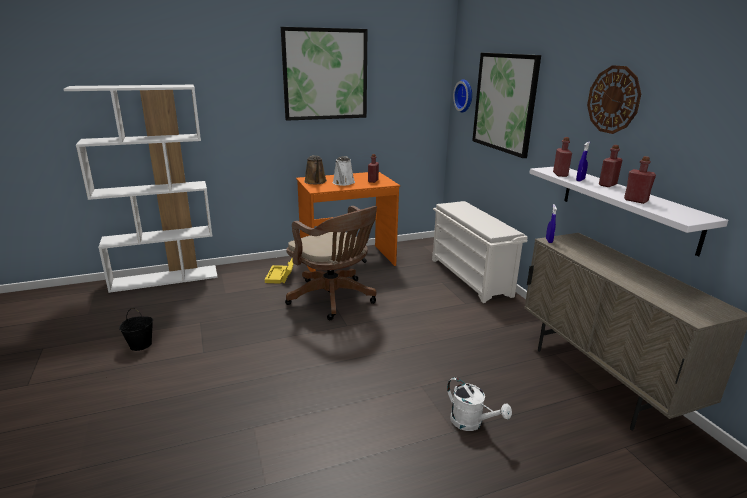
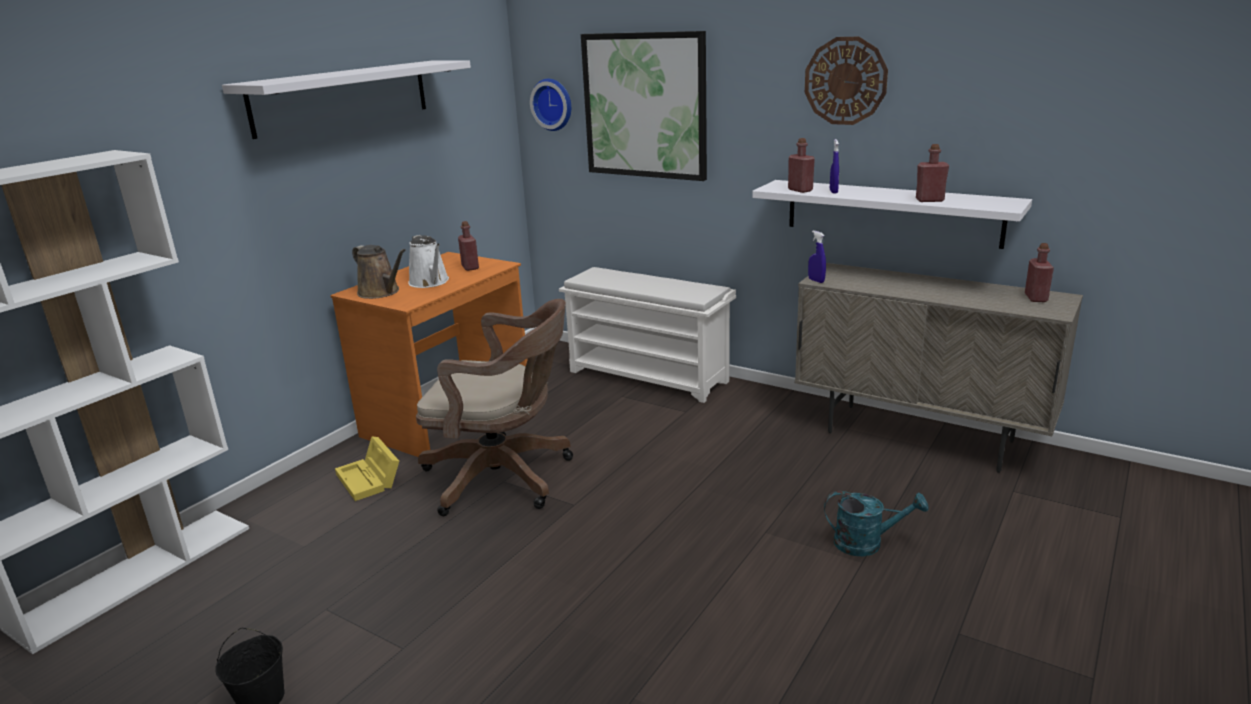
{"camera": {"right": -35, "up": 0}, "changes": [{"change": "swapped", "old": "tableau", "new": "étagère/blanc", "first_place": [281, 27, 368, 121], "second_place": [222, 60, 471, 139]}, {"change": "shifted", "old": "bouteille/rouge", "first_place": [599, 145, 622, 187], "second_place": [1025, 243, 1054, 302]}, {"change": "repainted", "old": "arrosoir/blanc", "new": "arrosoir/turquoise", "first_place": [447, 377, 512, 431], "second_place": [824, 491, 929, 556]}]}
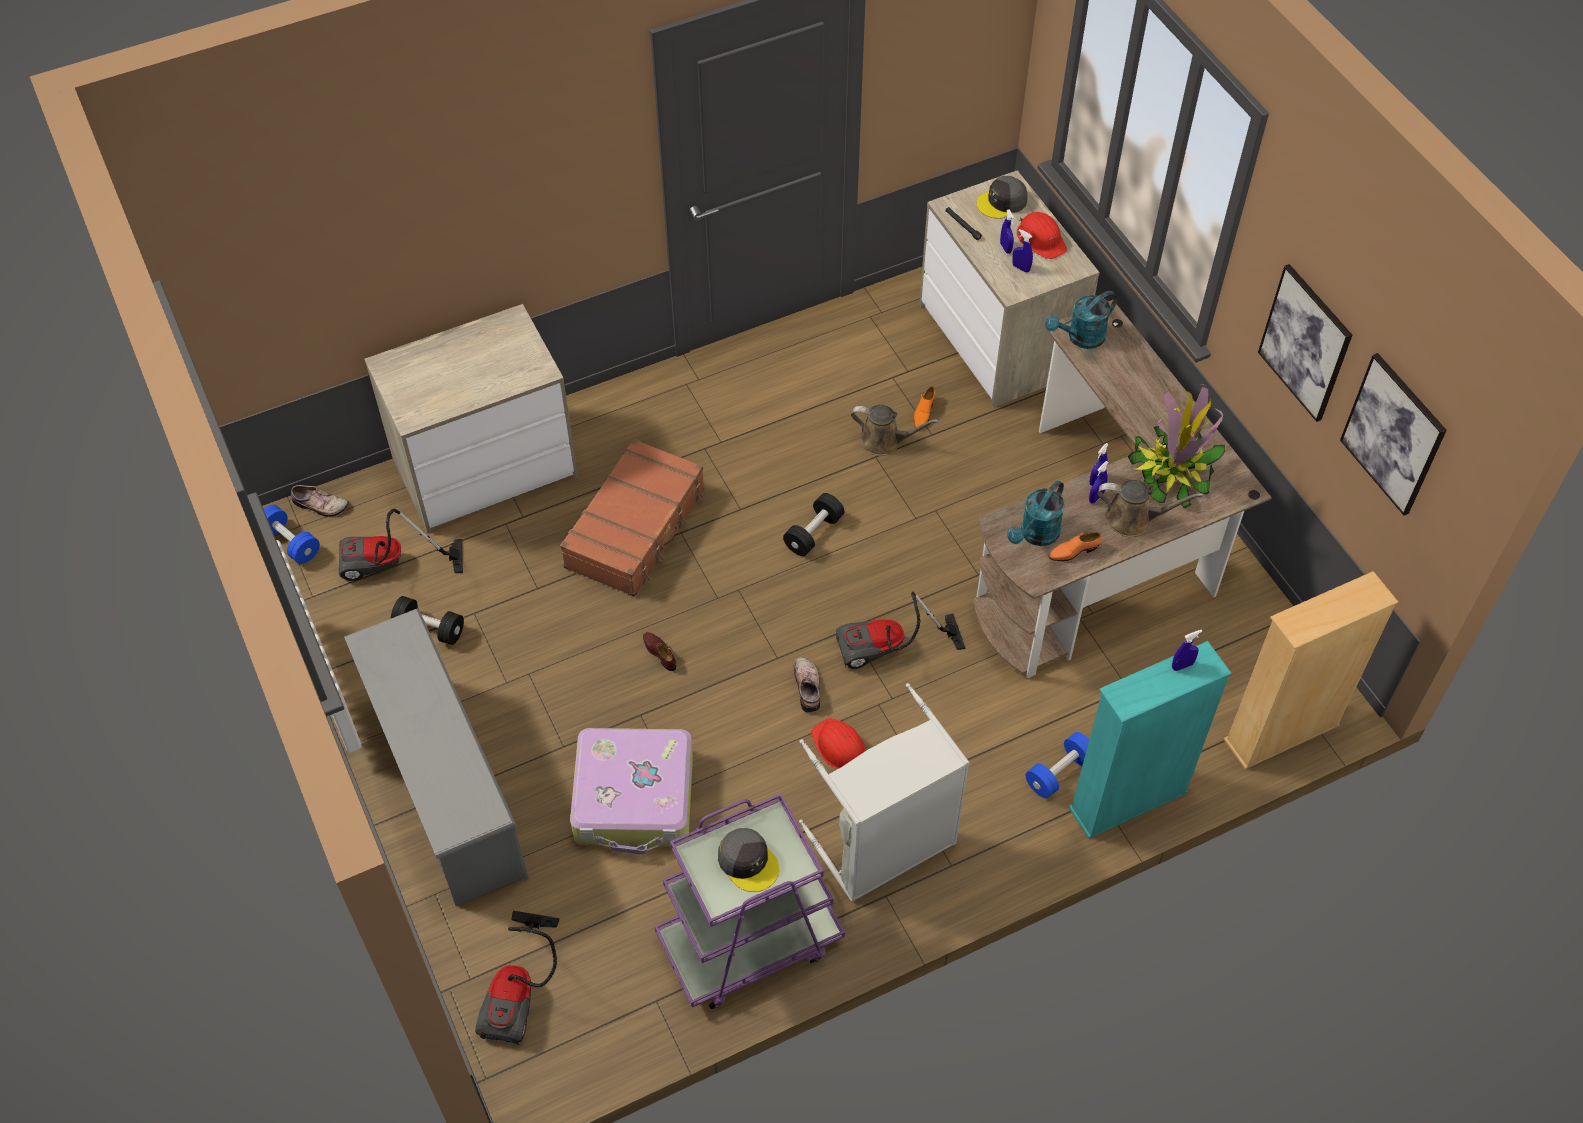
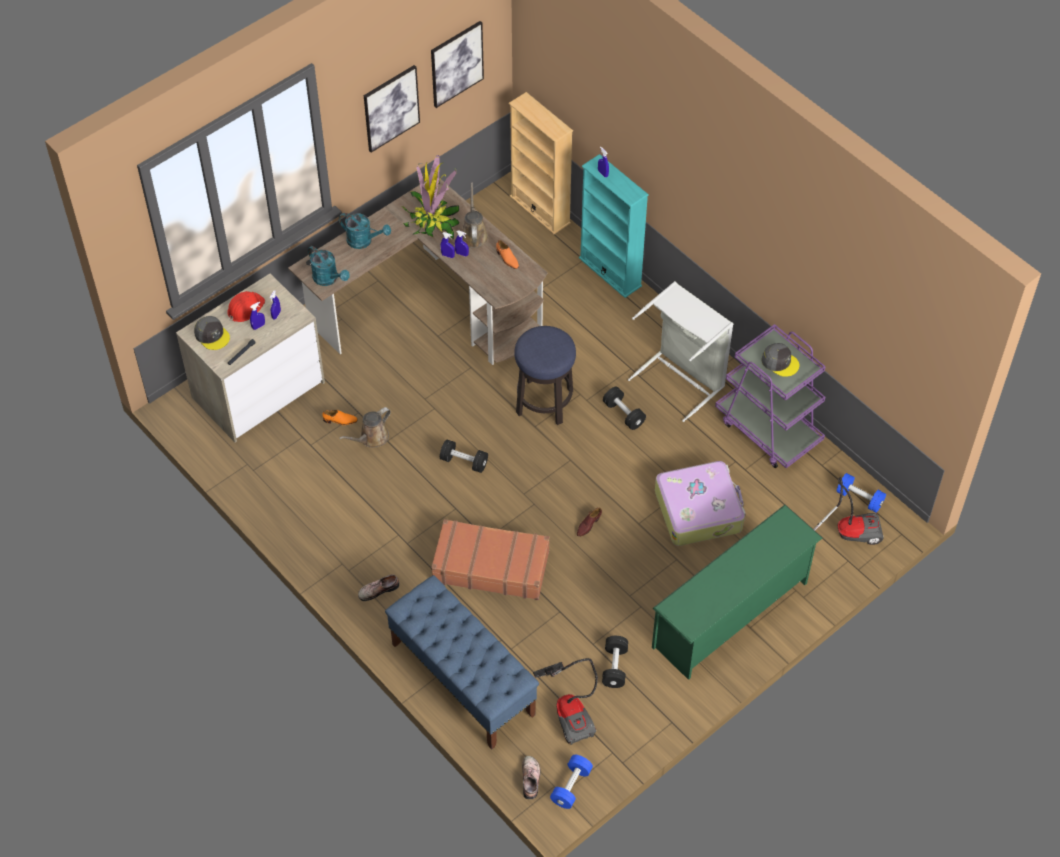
{"camera": {"right": -105, "up": 0}, "changes": [{"change": "swapped", "old": "commode", "new": "banc/bleu", "first_place": [364, 304, 578, 533], "second_place": [385, 575, 539, 750]}, {"change": "rotated", "old": "arrosoir/marron", "first_place": [851, 405, 939, 456], "second_place": [339, 407, 391, 448], "degrees": -135}, {"change": "shifted", "old": "arrosoir/turquoise", "first_place": [1007, 480, 1065, 546], "second_place": [339, 213, 391, 249]}, {"change": "swapped", "old": "aspirateur", "new": "tabouret", "first_place": [836, 591, 966, 669], "second_place": [514, 326, 576, 425]}, {"change": "repainted", "old": "étagère à chaussures/gris", "new": "étagère à chaussures/vert", "first_place": [344, 608, 529, 906], "second_place": [652, 505, 822, 680]}, {"change": "shifted", "old": "chaussure", "first_place": [794, 657, 820, 712], "second_place": [358, 574, 399, 601]}, {"change": "swapped", "old": "casque de chantier/rouge", "new": "haltère/noir", "first_place": [811, 718, 866, 769], "second_place": [603, 387, 646, 430]}, {"change": "shifted", "old": "haltère/bleu", "first_place": [1026, 732, 1089, 799], "second_place": [836, 473, 886, 512]}, {"change": "rotated", "old": "casquette/gris", "first_place": [718, 828, 779, 892], "second_place": [761, 343, 800, 377], "degrees": 90}]}
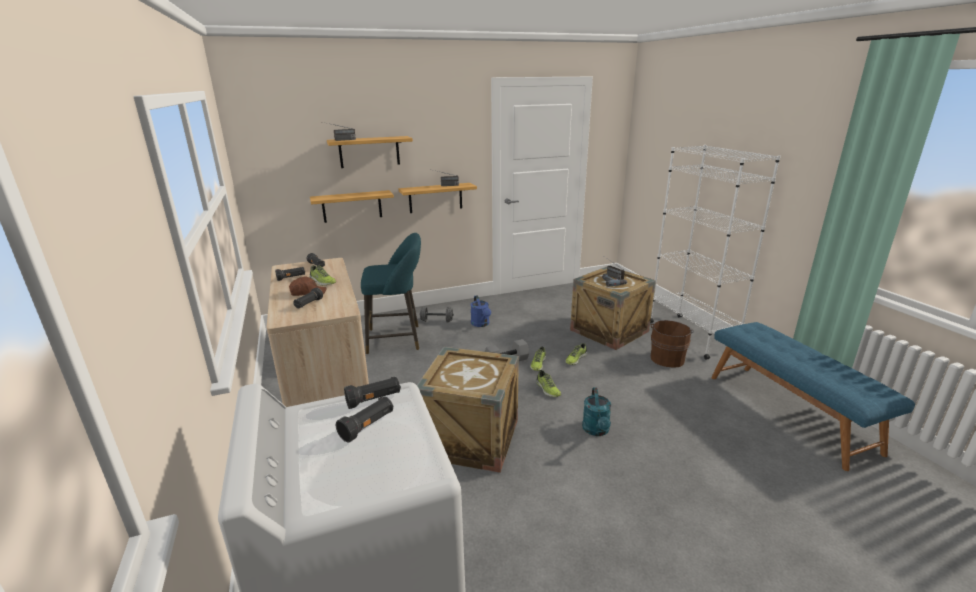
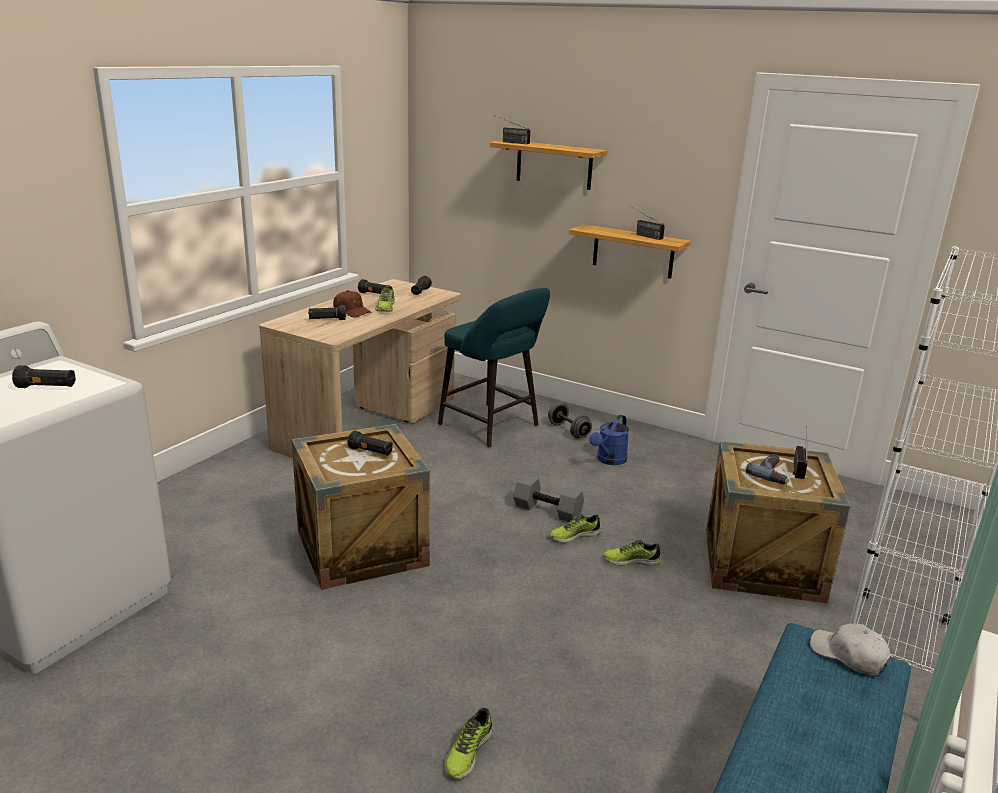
{"camera": {"right": 50, "up": 0}, "changes": [{"change": "gone", "old": "étagère", "first_place": [310, 190, 394, 223]}, {"change": "gone", "old": "seau/marron", "first_place": [651, 320, 694, 368]}, {"change": "shifted", "old": "chaussure", "first_place": [536, 370, 561, 397], "second_place": [444, 708, 493, 779]}, {"change": "shifted", "old": "lampe de poche/noir", "first_place": [344, 377, 401, 409], "second_place": [348, 431, 393, 456]}, {"change": "gone", "old": "arrosoir/turquoise", "first_place": [582, 387, 611, 436]}, {"change": "new", "new": "casquette/blanc", "second_place": [810, 623, 891, 676]}]}
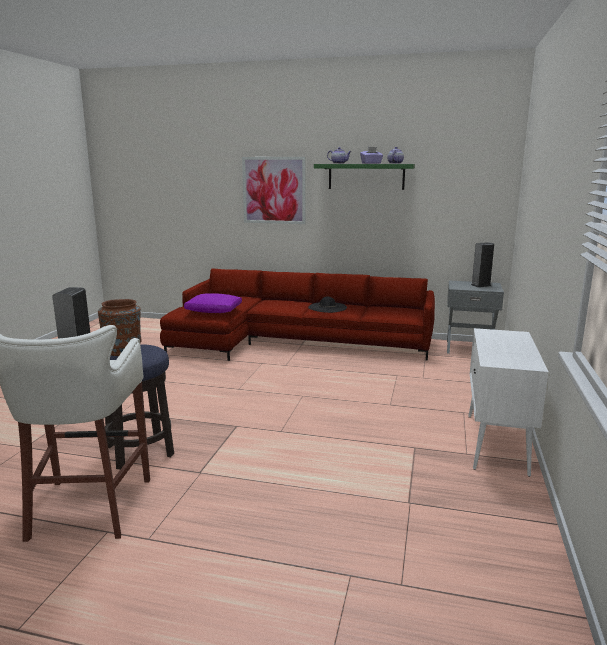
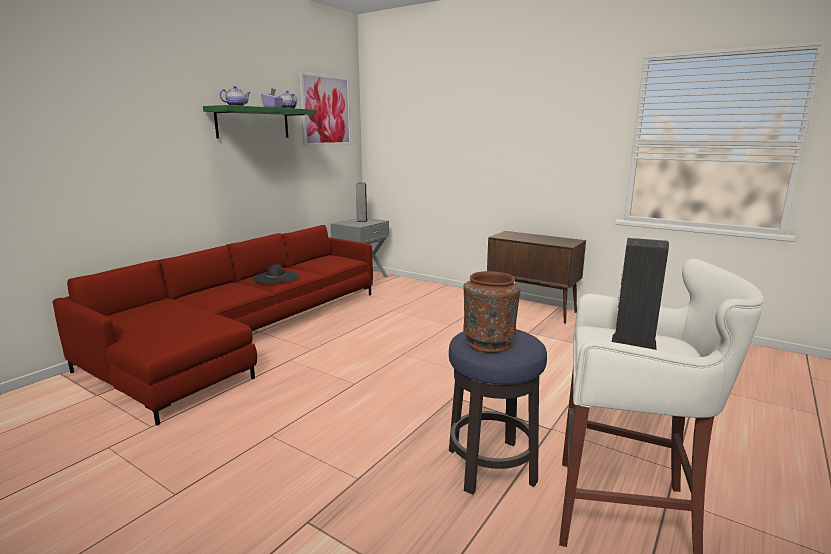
{"camera": {"right": -70, "up": 0}, "changes": [{"change": "shifted", "old": "tableau", "first_place": [242, 157, 306, 224], "second_place": [299, 71, 352, 146]}, {"change": "gone", "old": "coussin/violet", "first_place": [184, 293, 242, 313]}, {"change": "repainted", "old": "meuble de rangement/blanc", "new": "meuble de rangement/marron", "first_place": [468, 328, 549, 477], "second_place": [487, 231, 586, 324]}]}
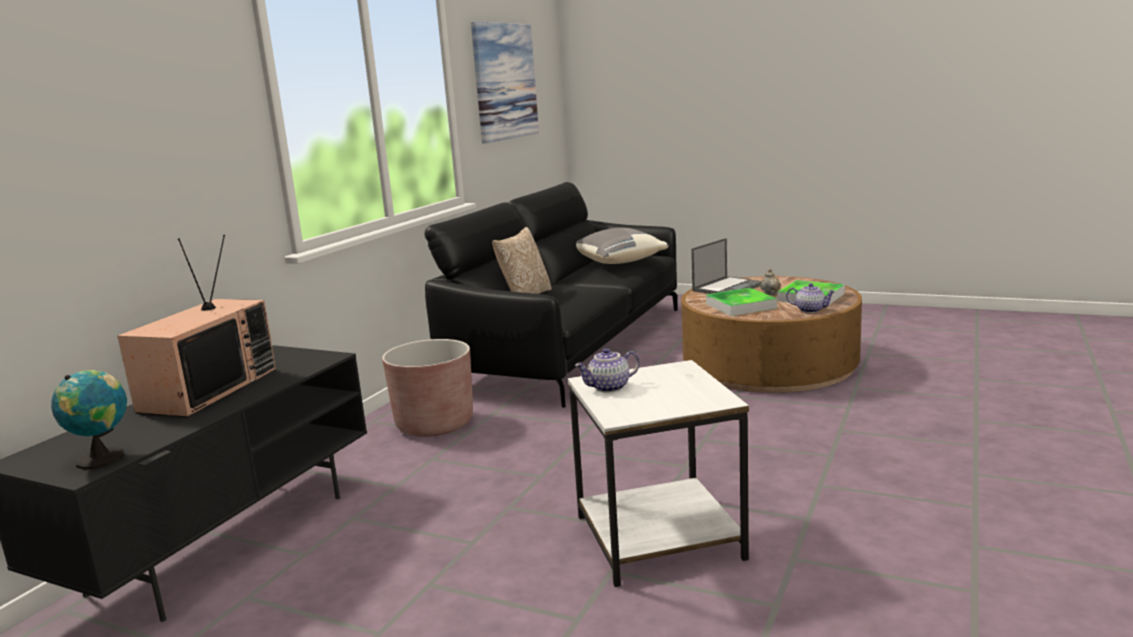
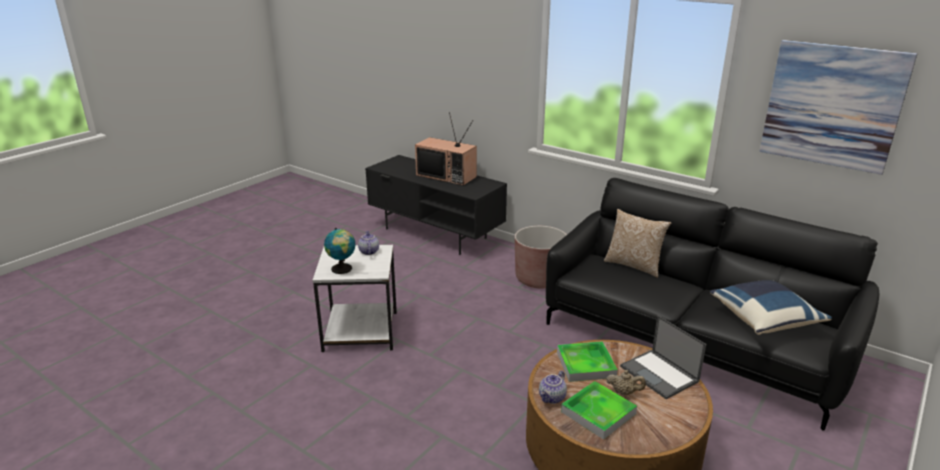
{"camera": {"right": 100, "up": 10}, "changes": [{"change": "repainted", "old": "coussin/gris", "new": "coussin/bleu", "first_place": [576, 228, 669, 264], "second_place": [710, 280, 832, 335]}, {"change": "shifted", "old": "globe", "first_place": [51, 370, 127, 469], "second_place": [324, 228, 355, 274]}]}
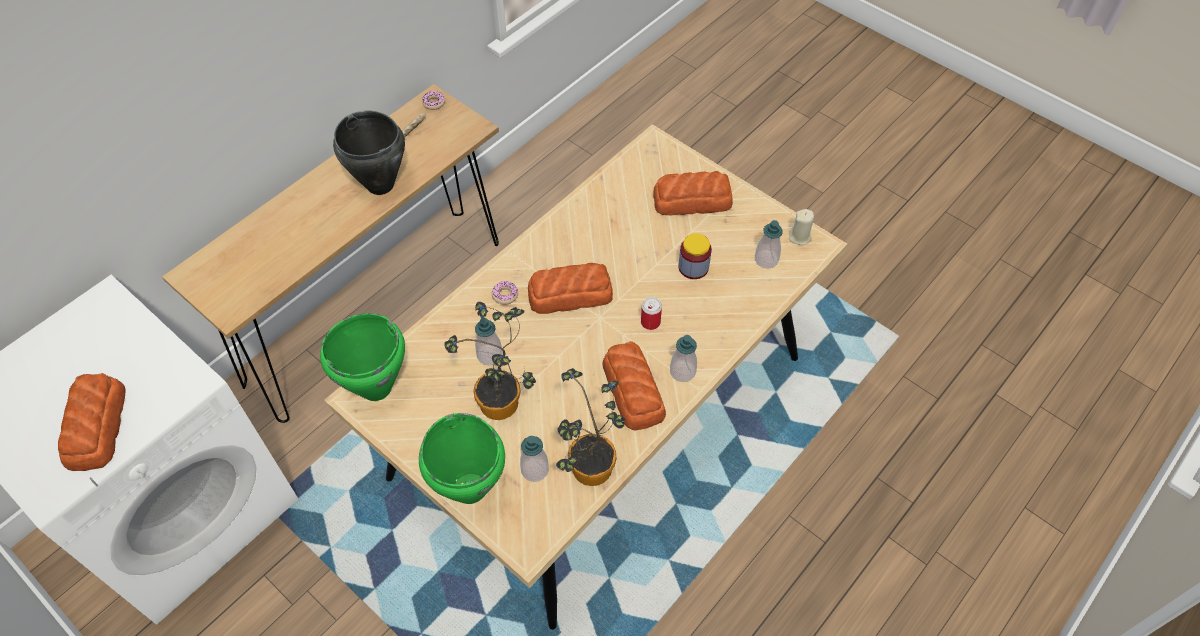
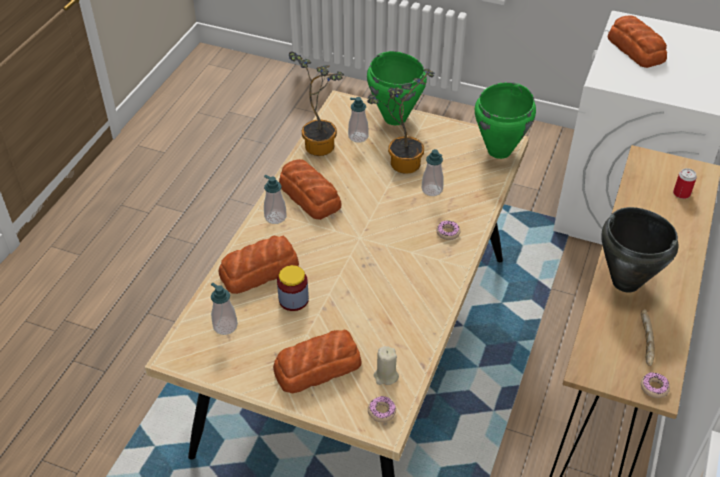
{"camera": {"right": 160, "up": -10}, "changes": [{"change": "shifted", "old": "bougie/beige", "first_place": [789, 209, 814, 245], "second_place": [373, 346, 399, 385]}, {"change": "shifted", "old": "pain", "first_place": [528, 263, 613, 314], "second_place": [219, 235, 299, 294]}, {"change": "shifted", "old": "boîte métallique", "first_place": [641, 297, 662, 330], "second_place": [673, 168, 697, 199]}, {"change": "new", "new": "beignet", "second_place": [368, 396, 396, 422]}]}
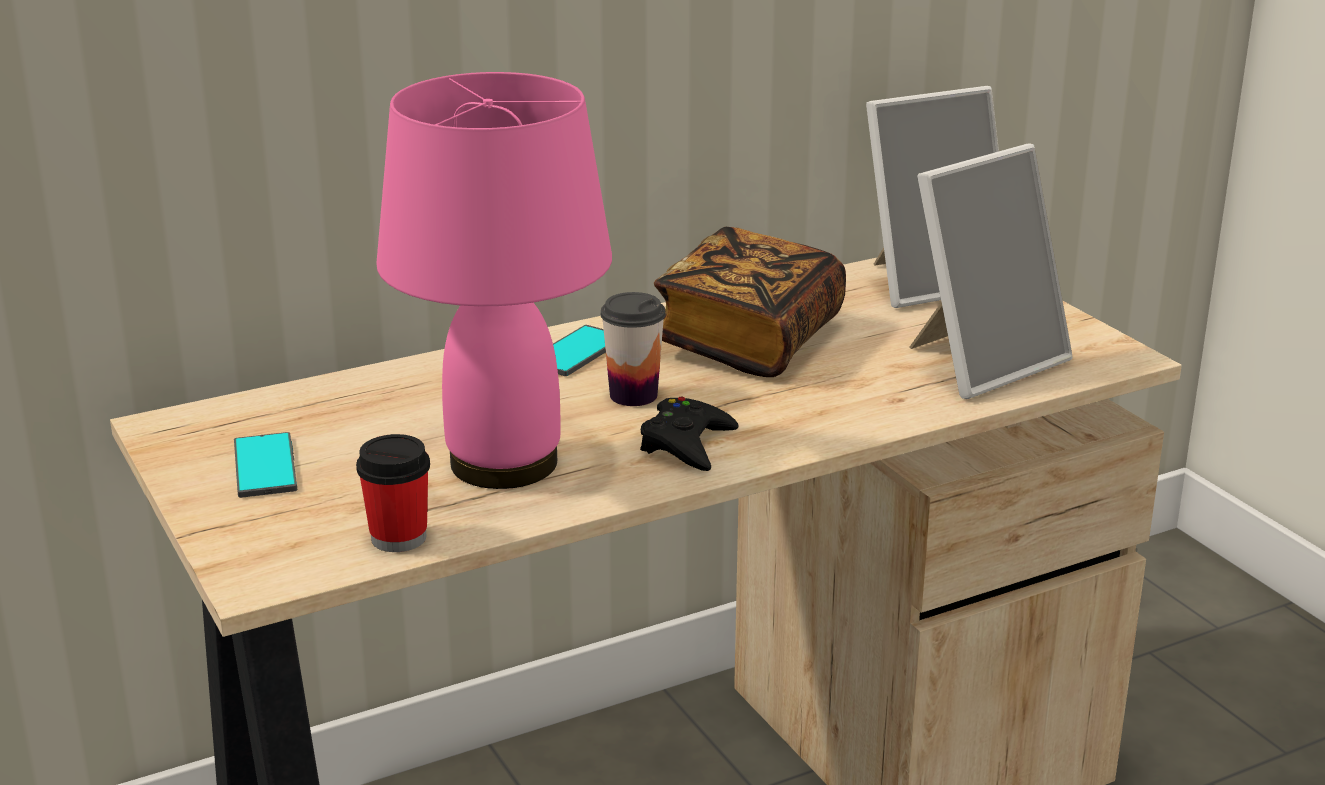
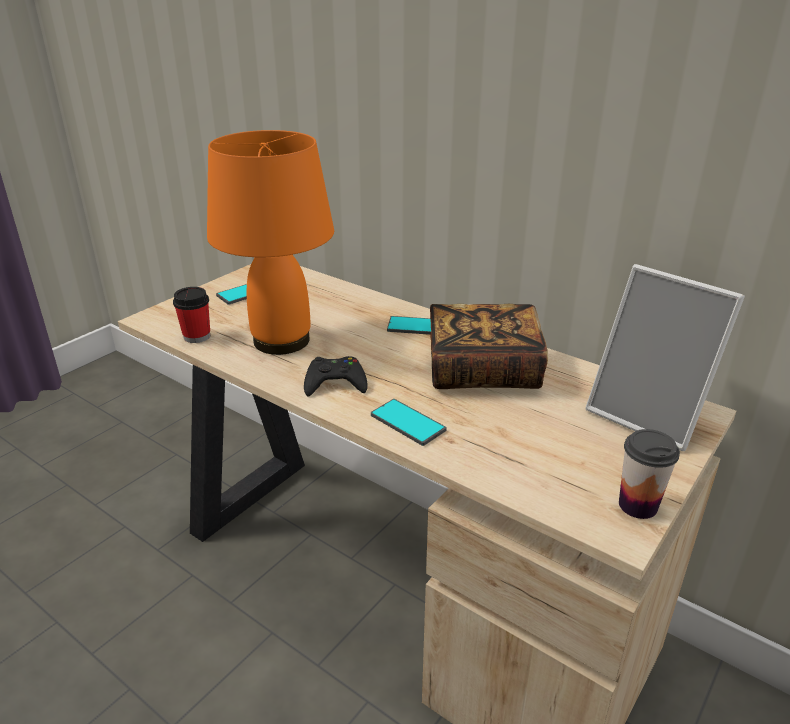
{"camera": {"right": 65, "up": 5}, "changes": [{"change": "repainted", "old": "lampe de table/rose", "new": "lampe de table/orange", "first_place": [376, 72, 612, 489], "second_place": [207, 130, 334, 355]}, {"change": "gone", "old": "cadre photo", "first_place": [910, 144, 1072, 399]}, {"change": "shifted", "old": "tasse", "first_place": [601, 292, 666, 406], "second_place": [619, 429, 680, 519]}, {"change": "new", "new": "téléphone", "second_place": [371, 399, 447, 446]}]}
